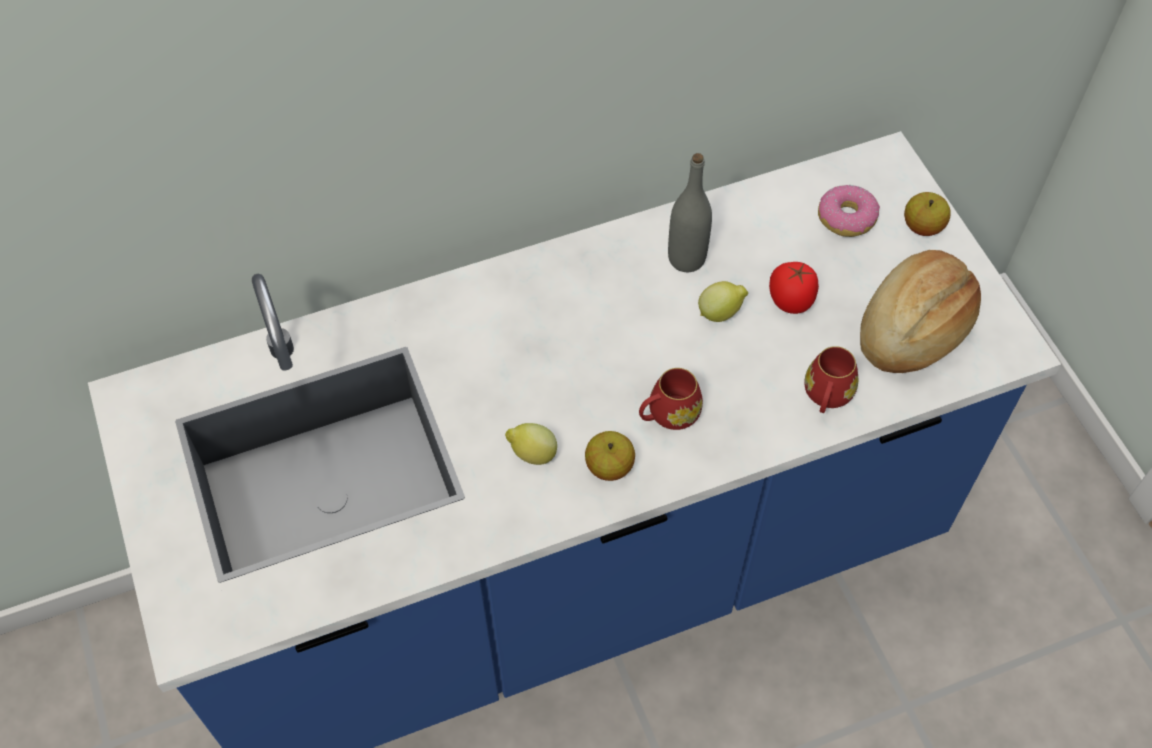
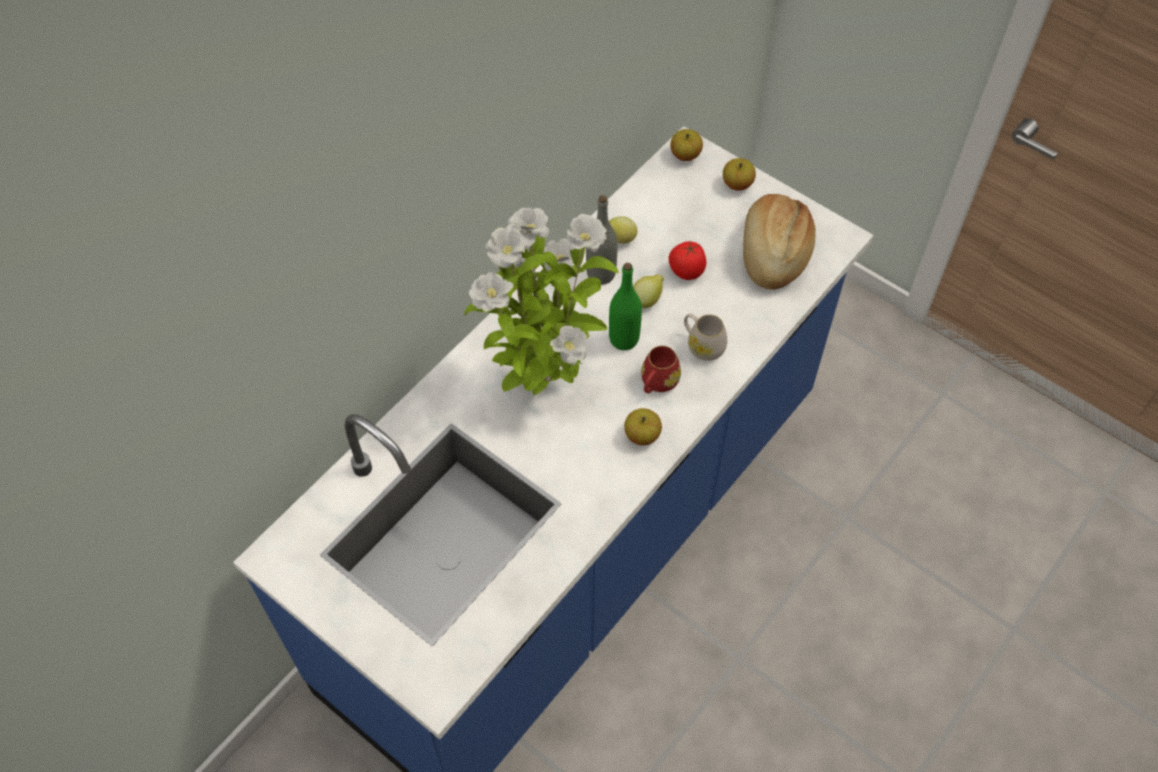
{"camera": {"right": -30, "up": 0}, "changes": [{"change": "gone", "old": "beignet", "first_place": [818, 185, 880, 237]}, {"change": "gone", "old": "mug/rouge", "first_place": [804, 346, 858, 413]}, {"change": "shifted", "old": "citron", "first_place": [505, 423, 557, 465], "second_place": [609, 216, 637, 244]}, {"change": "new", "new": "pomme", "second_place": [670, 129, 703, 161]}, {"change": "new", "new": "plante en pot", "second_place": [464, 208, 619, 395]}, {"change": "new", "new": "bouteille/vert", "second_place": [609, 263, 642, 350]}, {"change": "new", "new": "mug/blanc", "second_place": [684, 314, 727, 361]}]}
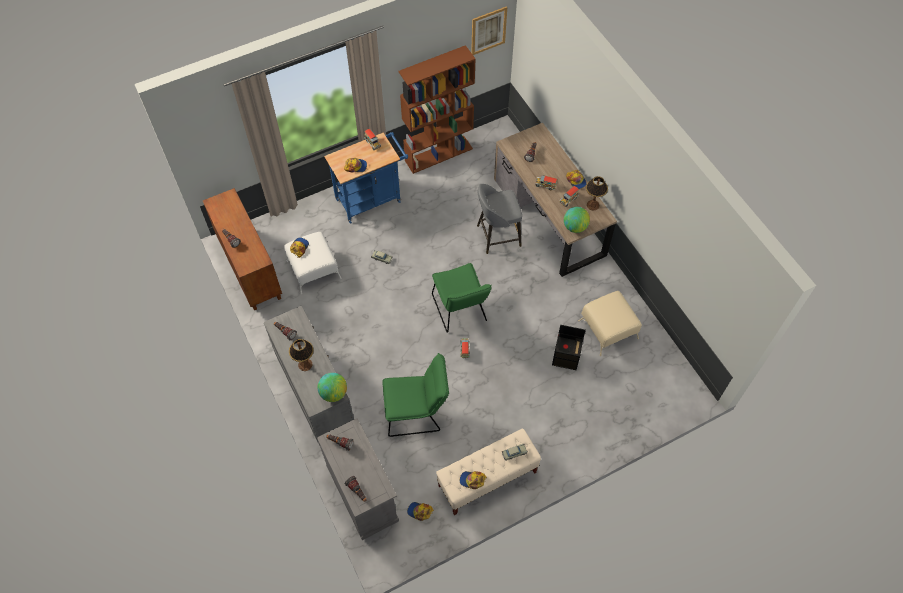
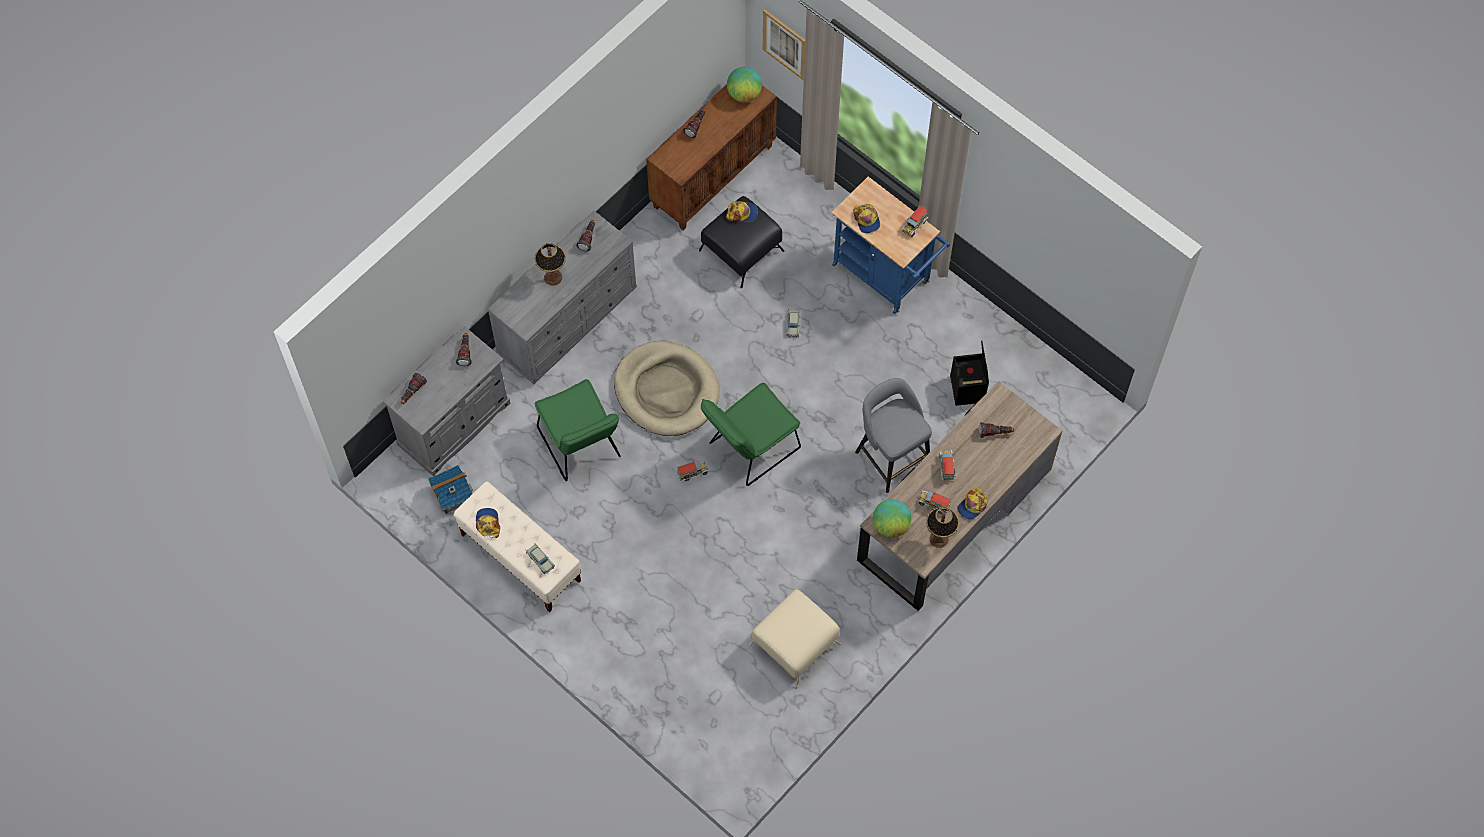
{"camera": {"right": 70, "up": 5}, "changes": [{"change": "shifted", "old": "tableau", "first_place": [471, 6, 507, 55], "second_place": [763, 9, 805, 81]}, {"change": "gone", "old": "bibliothèque/marron", "first_place": [398, 45, 476, 174]}, {"change": "repainted", "old": "pouf/blanc", "new": "pouf/noir", "first_place": [284, 232, 342, 294], "second_place": [699, 196, 784, 288]}, {"change": "shifted", "old": "boîte de rangement/noir", "first_place": [552, 325, 586, 370], "second_place": [950, 340, 989, 406]}, {"change": "shifted", "old": "globe", "first_place": [318, 373, 347, 402], "second_place": [727, 67, 762, 102]}, {"change": "swapped", "old": "casquette", "new": "maison miniature", "first_place": [407, 502, 434, 521], "second_place": [428, 465, 473, 514]}, {"change": "new", "new": "panier pour chien/beige", "second_place": [614, 341, 720, 436]}]}
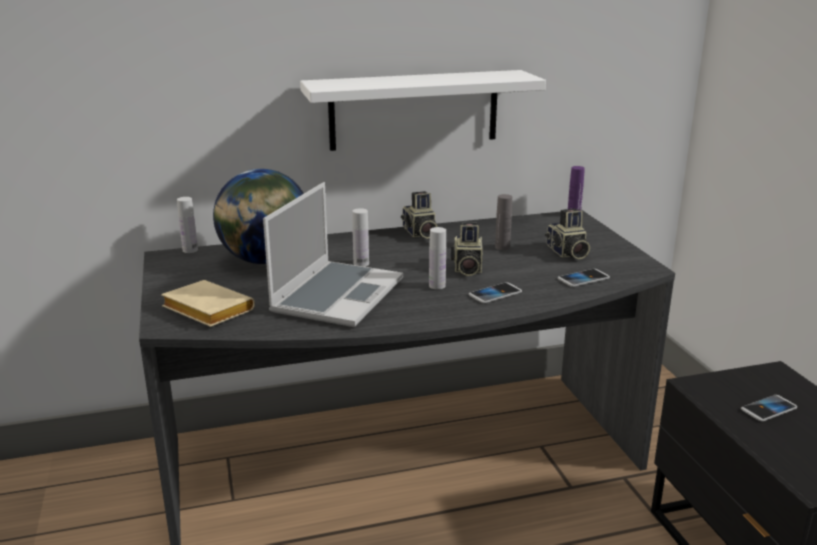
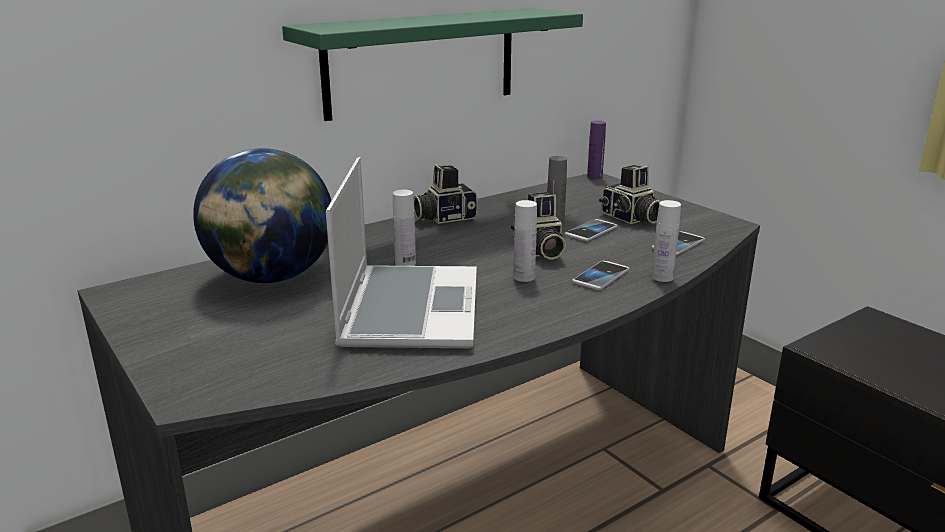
{"camera": {"right": -20, "up": 0}, "changes": [{"change": "repainted", "old": "étagère/blanc", "new": "étagère/vert", "first_place": [300, 70, 546, 151], "second_place": [282, 8, 583, 121]}, {"change": "rotated", "old": "appareil photo", "first_place": [401, 191, 437, 239], "second_place": [413, 164, 478, 224], "degrees": 105}, {"change": "shifted", "old": "bouteille/blanc", "first_place": [177, 197, 198, 253], "second_place": [651, 200, 681, 282]}, {"change": "gone", "old": "livre/beige", "first_place": [161, 280, 255, 327]}, {"change": "shifted", "old": "téléphone", "first_place": [741, 395, 797, 421], "second_place": [565, 219, 617, 241]}]}
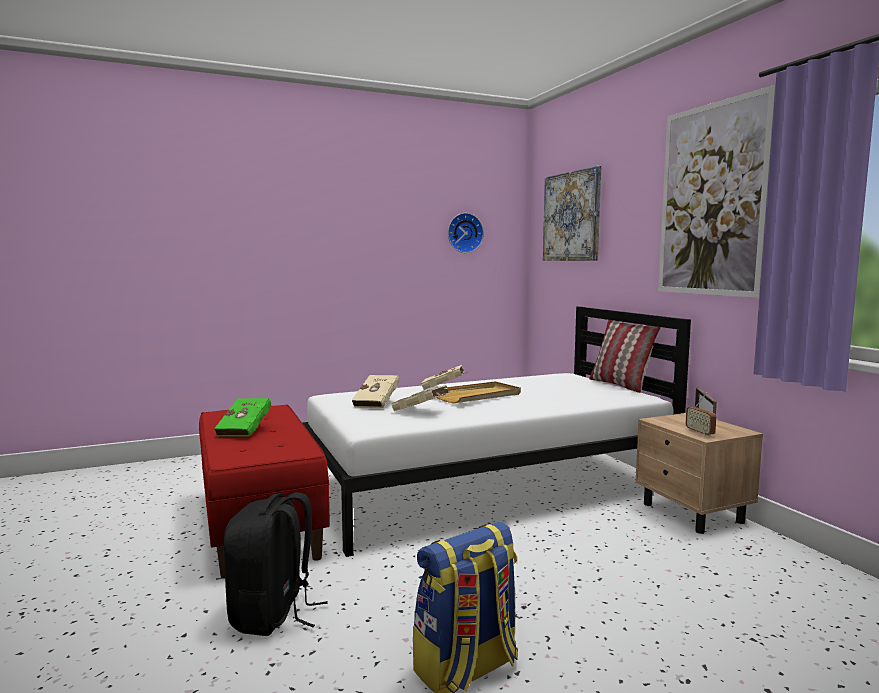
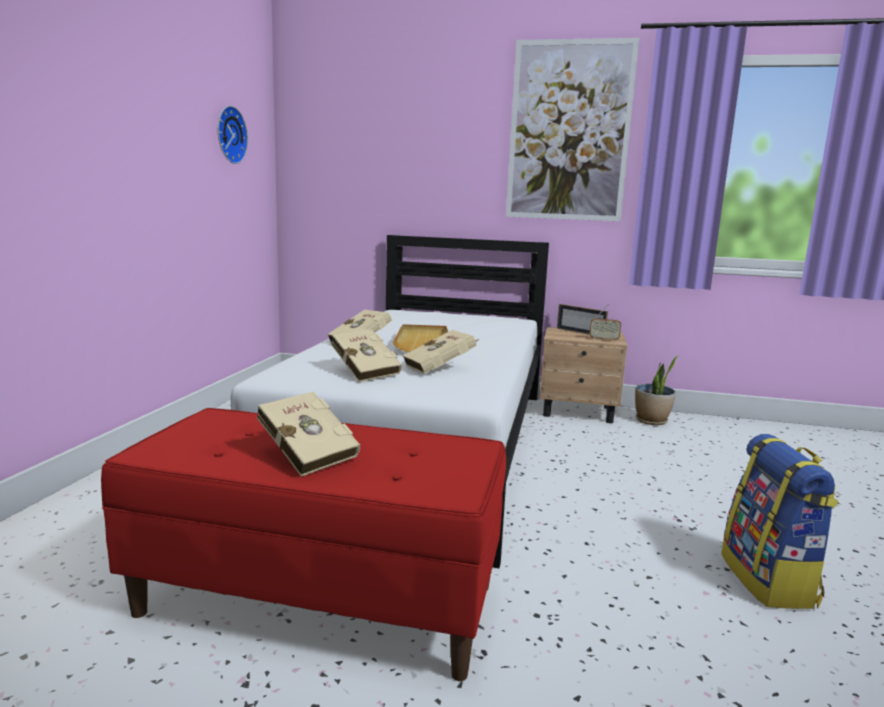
{"camera": {"right": -55, "up": 5}, "changes": [{"change": "gone", "old": "tableau", "first_place": [543, 166, 601, 261]}, {"change": "gone", "old": "coussin", "first_place": [589, 320, 661, 393]}, {"change": "repainted", "old": "livre/vert", "new": "livre/beige", "first_place": [214, 398, 271, 437], "second_place": [257, 392, 360, 477]}, {"change": "gone", "old": "sac à dos/noir", "first_place": [224, 492, 328, 636]}, {"change": "new", "new": "plante en pot", "second_place": [635, 355, 679, 425]}]}
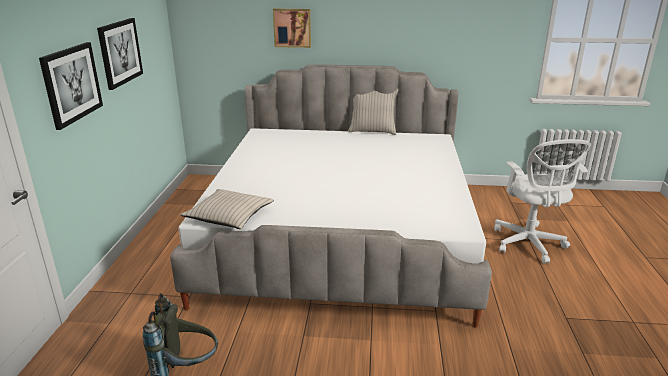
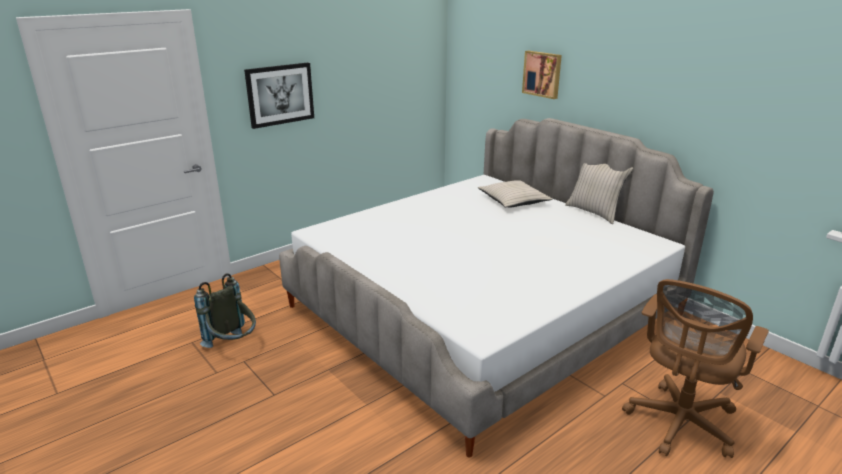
{"camera": {"right": 45, "up": 0}, "changes": [{"change": "gone", "old": "tableau", "first_place": [97, 18, 143, 90]}, {"change": "repainted", "old": "chaise de bureau/blanc", "new": "chaise de bureau/marron", "first_place": [494, 139, 591, 264], "second_place": [622, 279, 769, 458]}, {"change": "shifted", "old": "coussin/beige", "first_place": [180, 189, 274, 229], "second_place": [478, 180, 552, 208]}]}
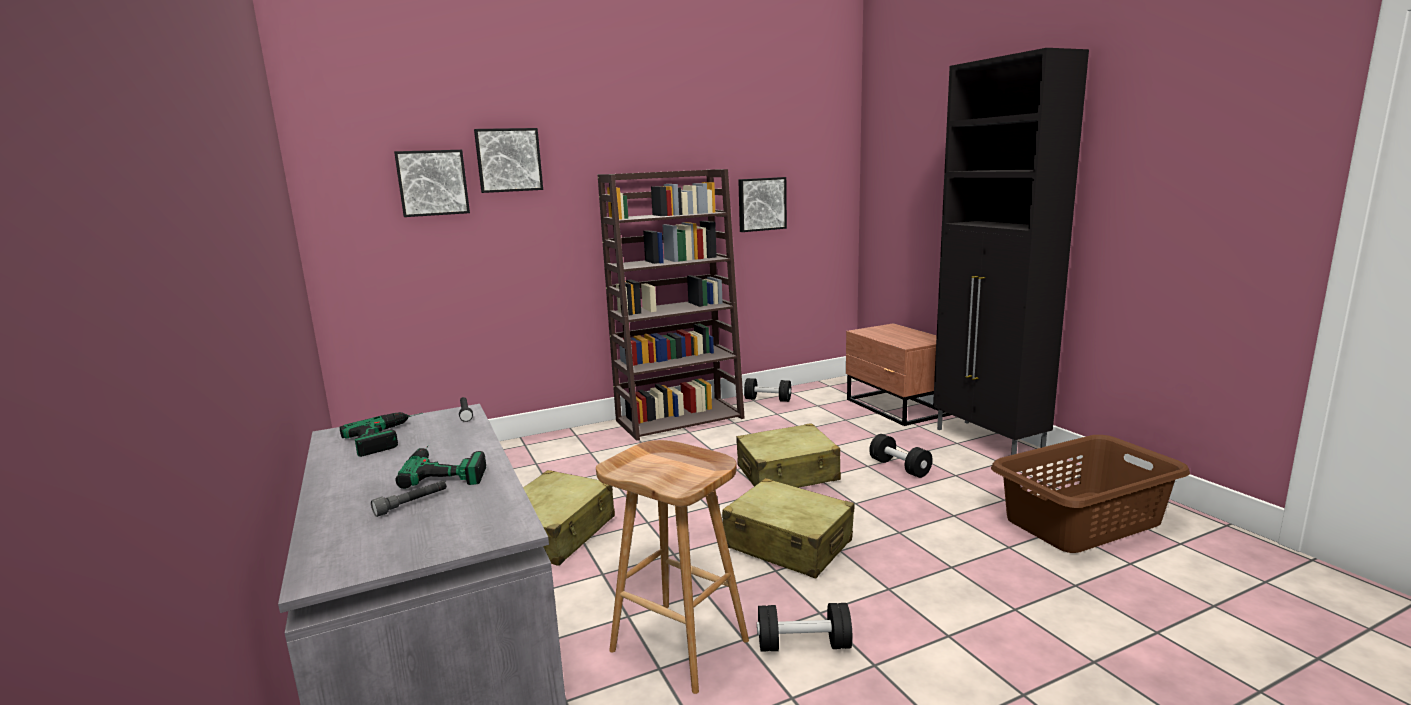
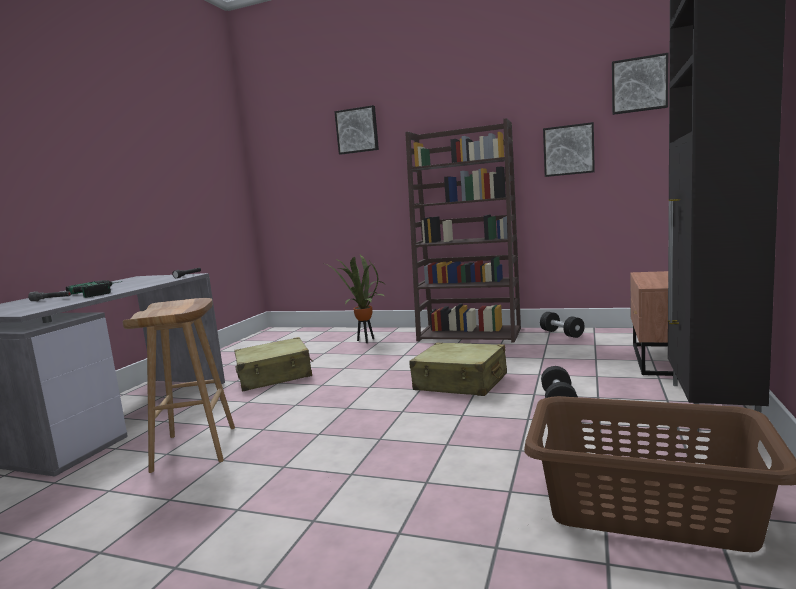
{"camera": {"right": 45, "up": -5}, "changes": [{"change": "shifted", "old": "tableau", "first_place": [394, 150, 470, 217], "second_place": [612, 53, 668, 115]}, {"change": "gone", "old": "perceuse", "first_place": [340, 412, 423, 457]}, {"change": "gone", "old": "valise/beige", "first_place": [722, 478, 854, 578]}, {"change": "gone", "old": "haltère/noir", "first_place": [757, 603, 853, 652]}, {"change": "new", "new": "plante en pot", "second_place": [326, 255, 385, 343]}]}
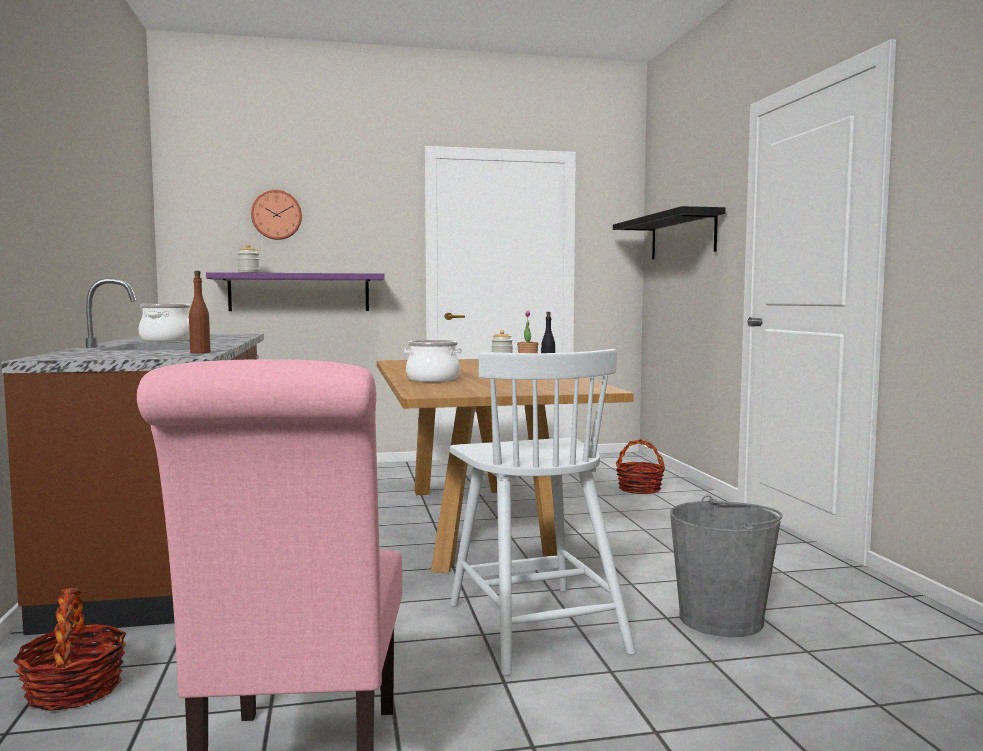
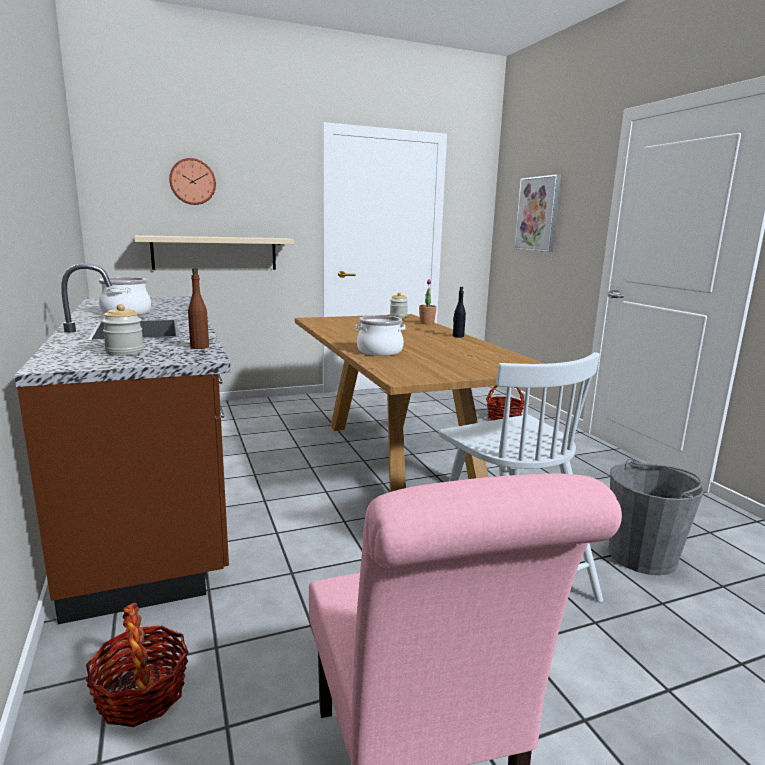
{"camera": {"right": -10, "up": 10}, "changes": [{"change": "swapped", "old": "étagère/noir", "new": "tableau", "first_place": [613, 206, 725, 259], "second_place": [514, 174, 561, 252]}, {"change": "shifted", "old": "bocal", "first_place": [237, 244, 260, 273], "second_place": [102, 304, 144, 356]}, {"change": "repainted", "old": "étagère/violet", "new": "étagère/beige", "first_place": [206, 272, 385, 311], "second_place": [134, 235, 294, 270]}]}
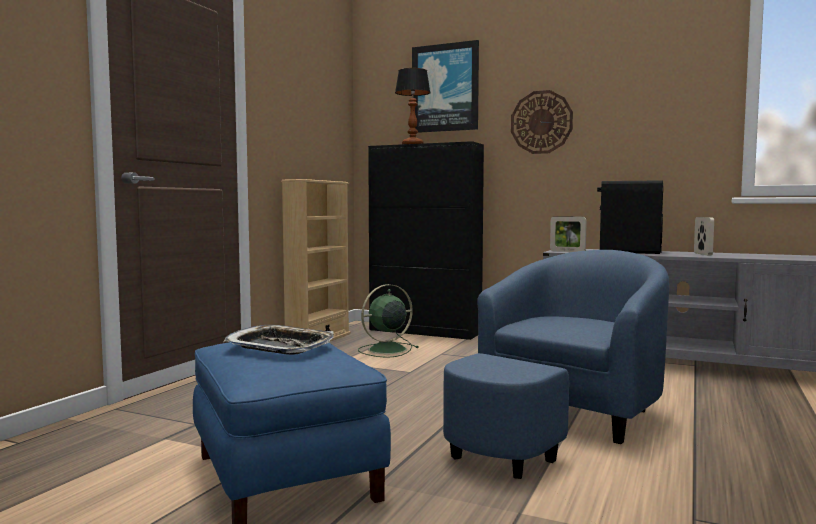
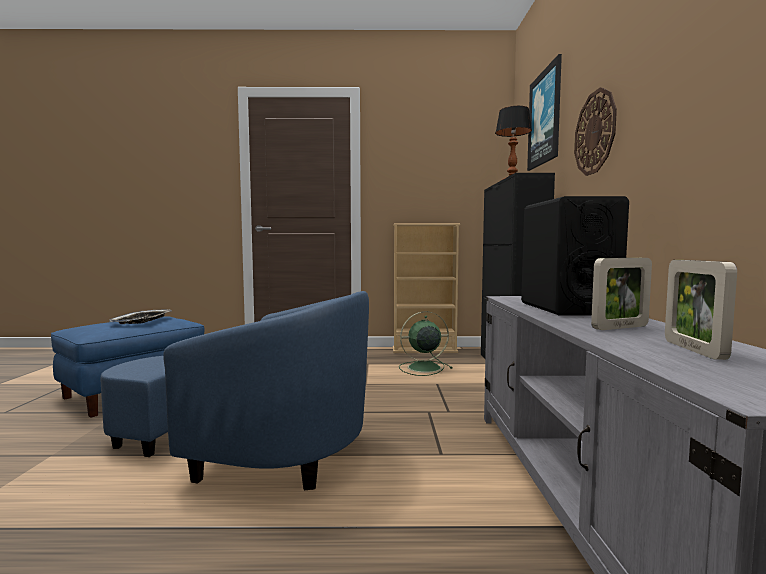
{"camera": {"right": 65, "up": 0}, "changes": [{"change": "shifted", "old": "cadre photo", "first_place": [550, 216, 587, 252], "second_place": [665, 260, 737, 360]}, {"change": "rotated", "old": "ventilateur/vert", "first_place": [358, 284, 419, 358], "second_place": [399, 311, 452, 376], "degrees": -45}]}
